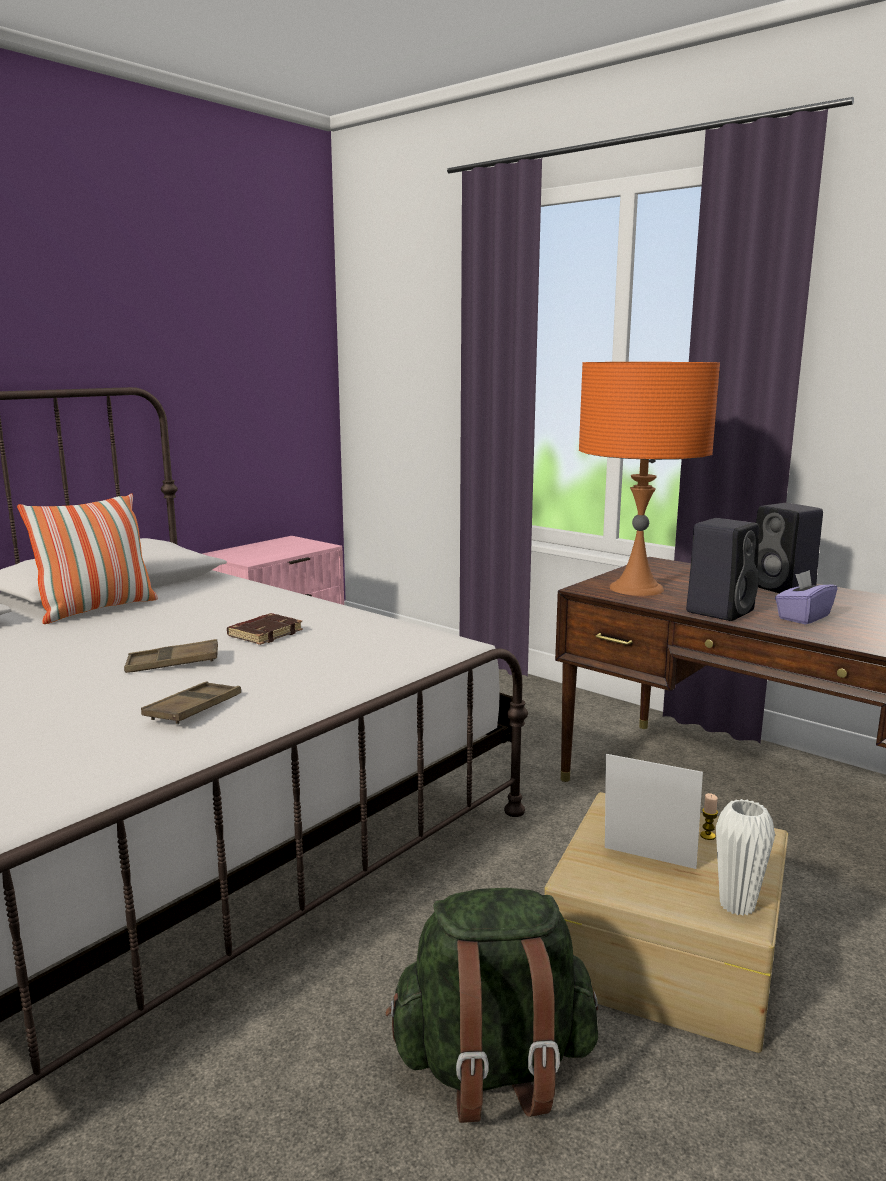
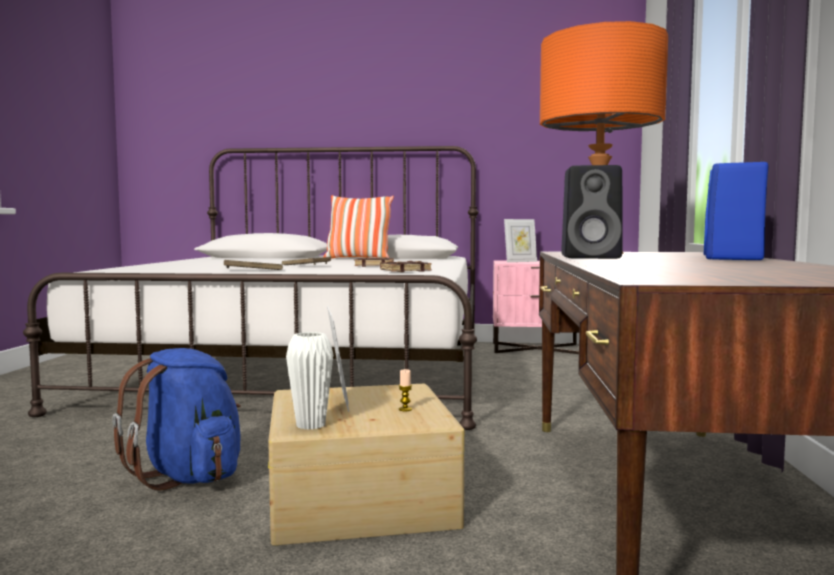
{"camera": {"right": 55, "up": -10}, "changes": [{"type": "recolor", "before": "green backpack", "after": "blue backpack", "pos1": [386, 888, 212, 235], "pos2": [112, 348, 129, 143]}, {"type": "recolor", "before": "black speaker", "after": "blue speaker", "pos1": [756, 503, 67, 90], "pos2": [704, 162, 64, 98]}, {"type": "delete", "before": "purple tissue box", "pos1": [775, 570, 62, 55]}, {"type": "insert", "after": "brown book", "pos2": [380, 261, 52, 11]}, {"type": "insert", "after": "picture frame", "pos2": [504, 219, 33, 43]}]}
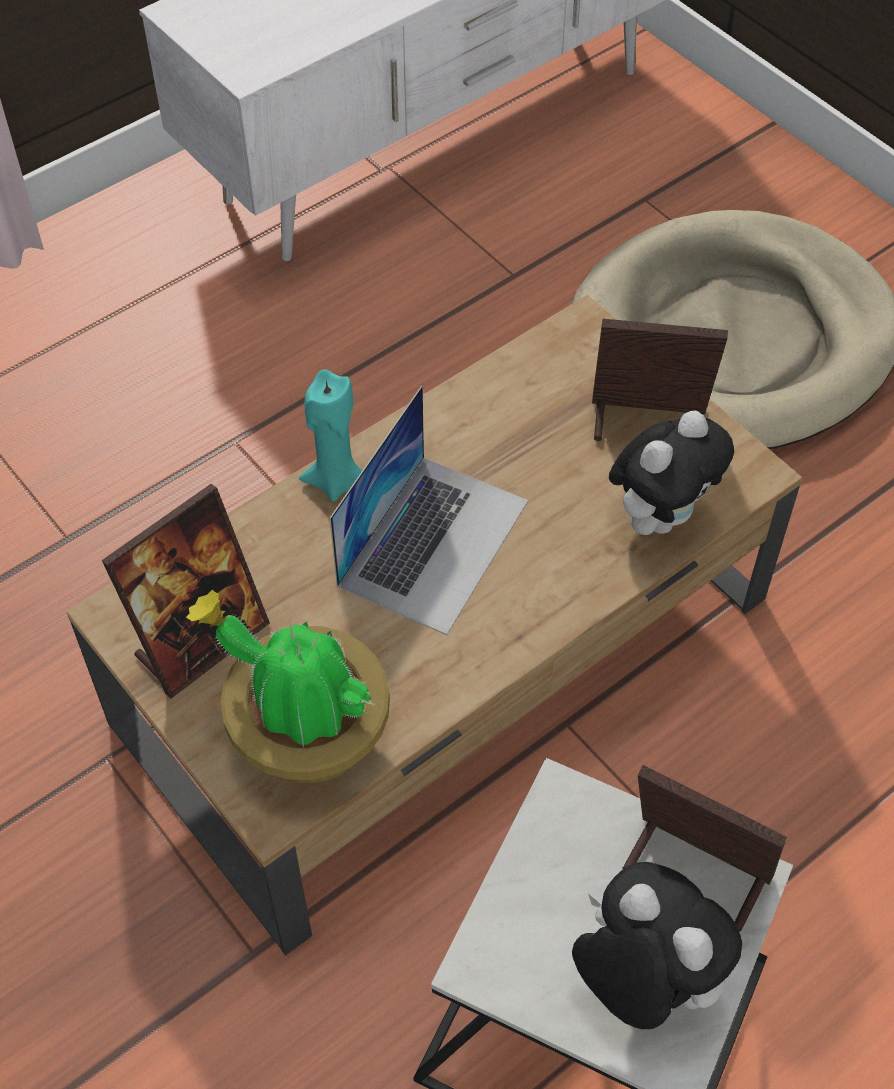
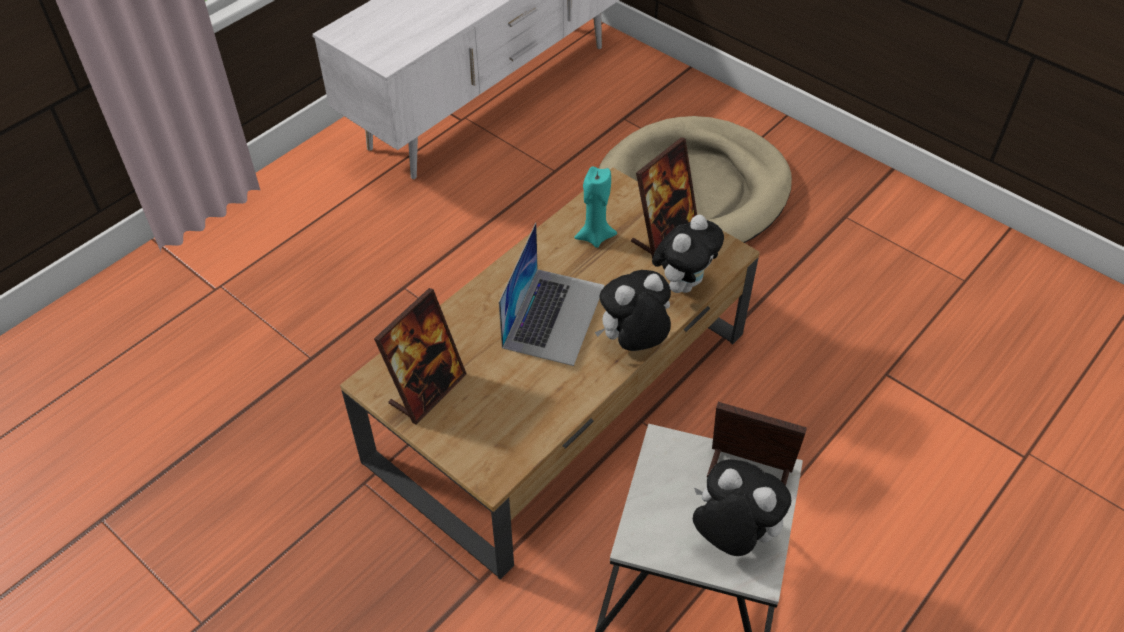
{"camera": {"right": -10, "up": -5}, "changes": [{"type": "delete", "before": "potted plant", "pos1": [186, 590, 204, 193]}, {"type": "move", "before": "turquoise candle", "pos1": [299, 369, 63, 133], "pos2": [574, 167, 43, 81]}, {"type": "rotate", "before": "picture frame", "pos1": [592, 319, 136, 122], "pos2": [631, 137, 66, 121], "turn": 135}, {"type": "insert", "after": "plush toy", "pos2": [595, 270, 76, 81]}]}
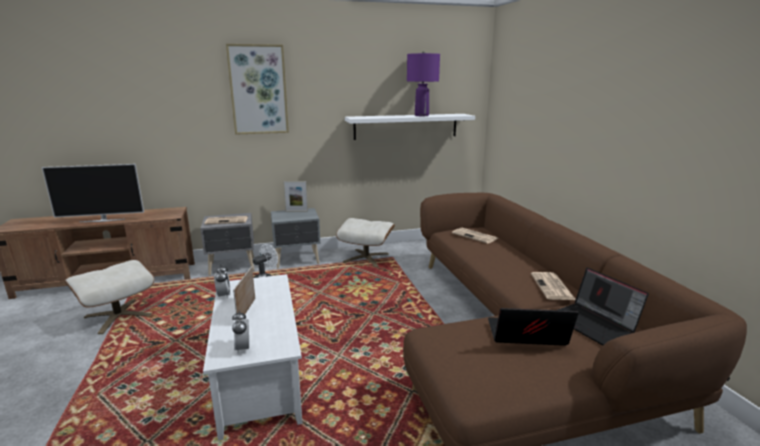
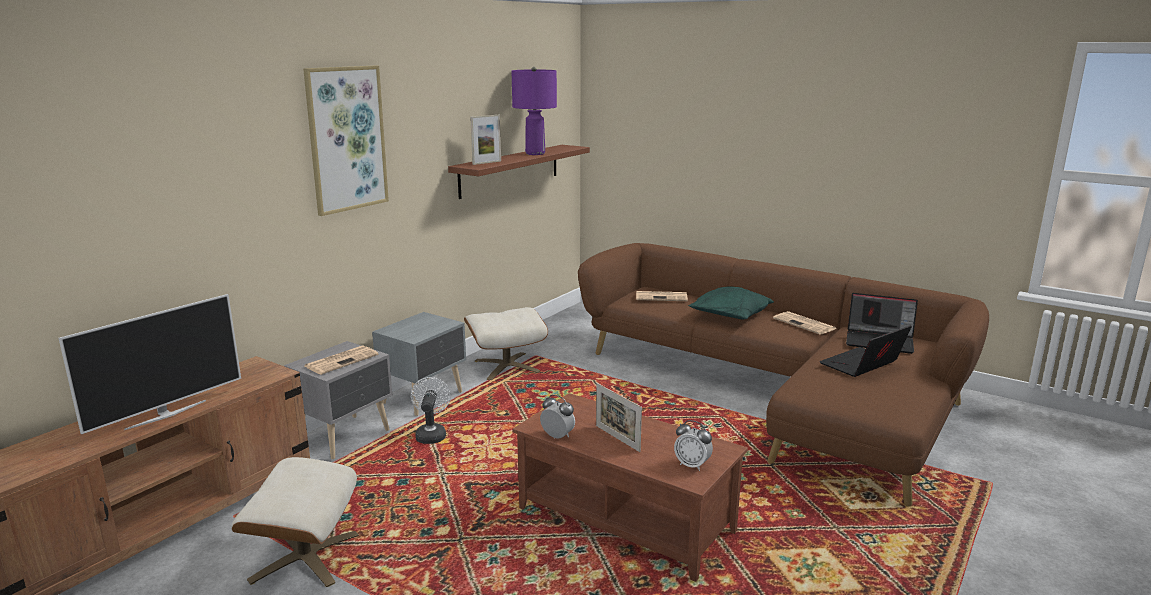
{"camera": {"right": -40, "up": 0}, "changes": [{"type": "recolor", "before": "white coffee table", "after": "brown coffee table", "pos1": [203, 274, 100, 166], "pos2": [512, 393, 236, 189]}, {"type": "move", "before": "picture frame", "pos1": [283, 181, 25, 31], "pos2": [470, 115, 31, 50]}, {"type": "recolor", "before": "white shelf", "after": "brown shelf", "pos1": [345, 114, 130, 26], "pos2": [448, 145, 142, 54]}, {"type": "insert", "after": "green pillow", "pos2": [688, 287, 86, 32]}]}
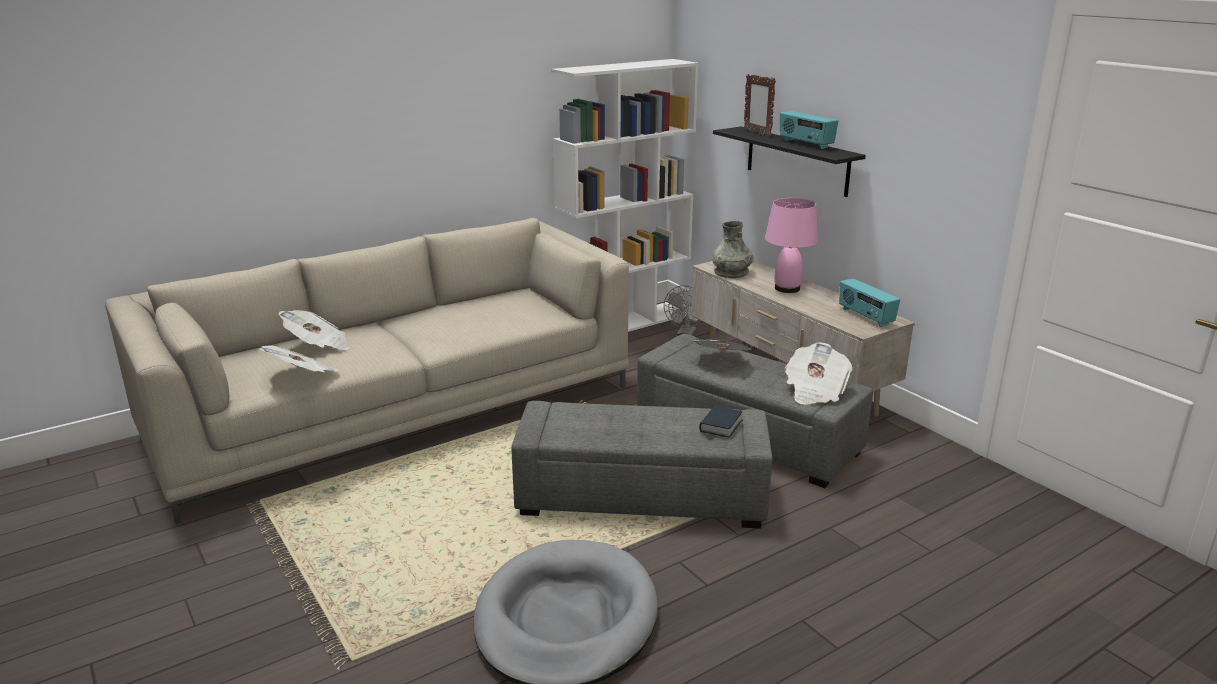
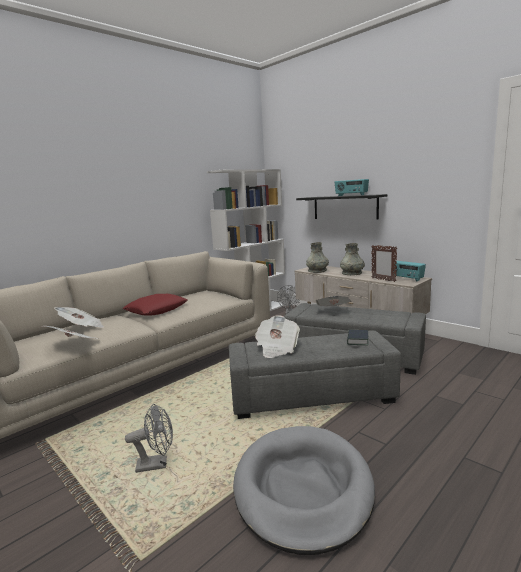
{"camera": {"right": -10, "up": -10}, "changes": [{"type": "move", "before": "picture frame", "pos1": [744, 74, 32, 63], "pos2": [371, 245, 26, 37]}, {"type": "replace", "before": "pink table lamp", "after": "grey vase", "pos1": [765, 198, 54, 95], "pos2": [340, 243, 25, 32]}, {"type": "move", "before": "newspaper", "pos1": [785, 342, 67, 63], "pos2": [255, 315, 45, 43]}, {"type": "insert", "after": "red pillow", "pos2": [123, 294, 64, 21]}, {"type": "insert", "after": "grey fan", "pos2": [125, 404, 48, 69]}]}
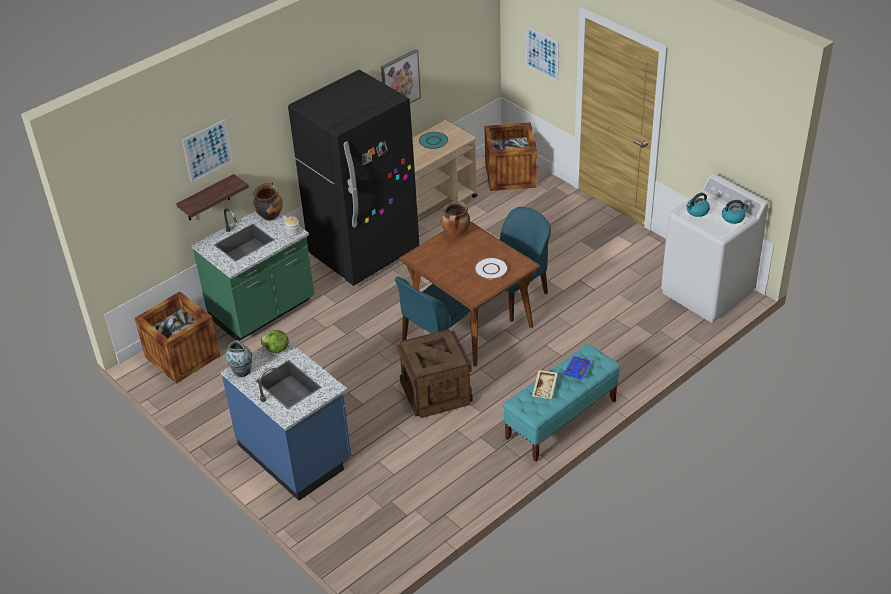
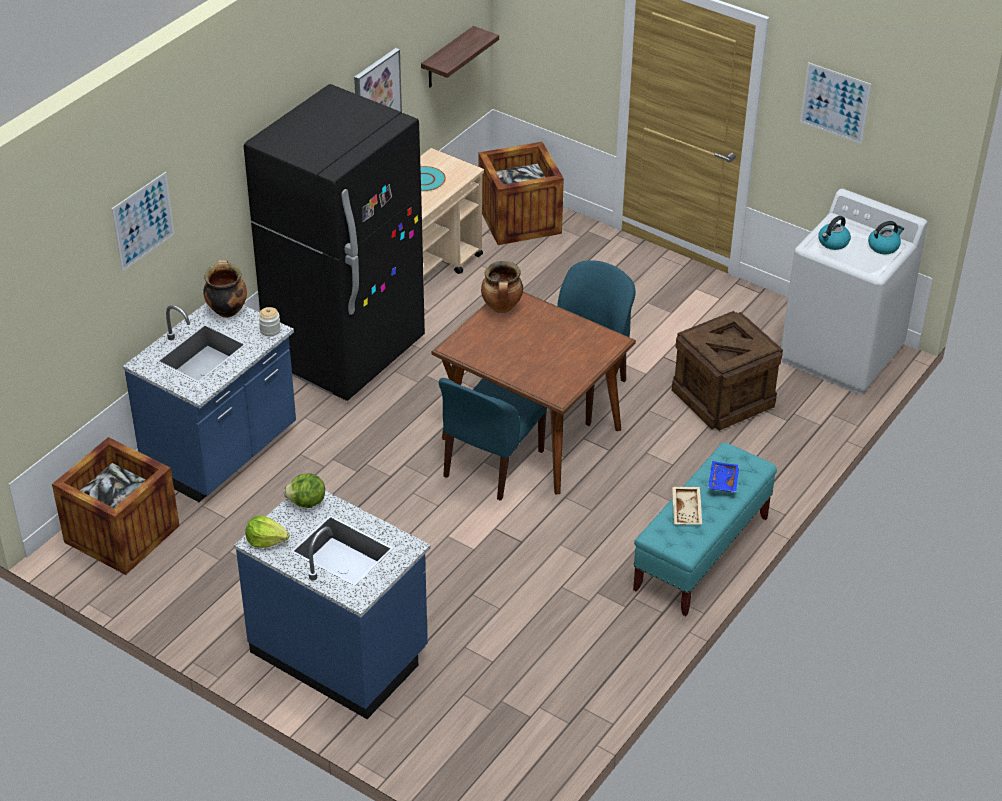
{"camera": {"right": -15, "up": 0}, "changes": [{"type": "move", "before": "shelf", "pos1": [176, 174, 73, 46], "pos2": [421, 26, 78, 62]}, {"type": "recolor", "before": "green counter", "after": "blue counter", "pos1": [191, 208, 123, 133], "pos2": [123, 303, 173, 199]}, {"type": "replace", "before": "vase", "after": "lettuce", "pos1": [226, 340, 26, 37], "pos2": [245, 515, 44, 33]}, {"type": "move", "before": "crate", "pos1": [397, 329, 76, 89], "pos2": [672, 311, 111, 120]}, {"type": "delete", "before": "white plate", "pos1": [475, 258, 33, 21]}, {"type": "move", "before": "picture", "pos1": [526, 26, 33, 56], "pos2": [800, 62, 72, 82]}]}
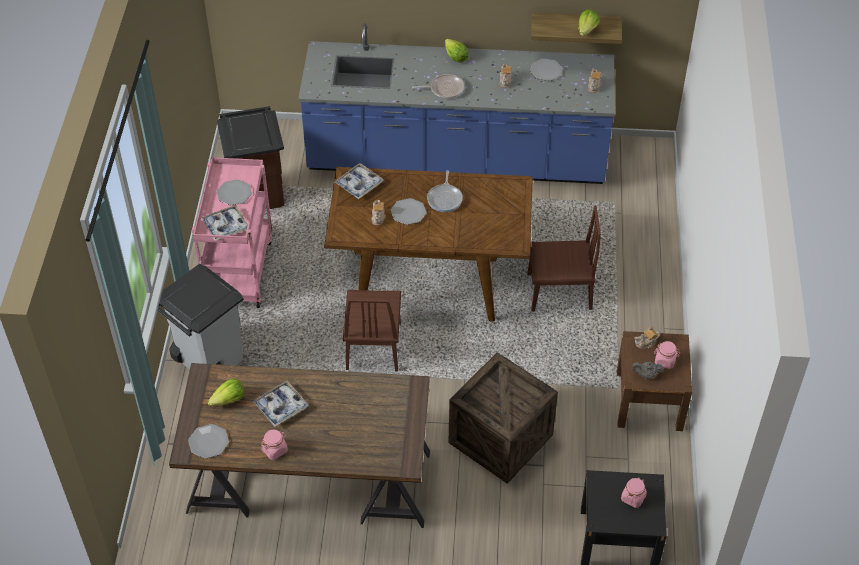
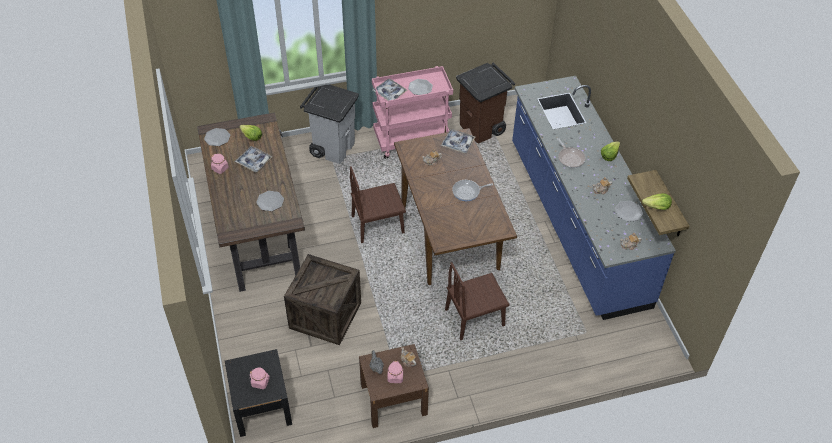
{"camera": {"right": 70, "up": 0}, "changes": [{"type": "move", "before": "plate", "pos1": [391, 198, 36, 27], "pos2": [256, 191, 28, 20]}, {"type": "rotate", "before": "brown chair", "pos1": [527, 206, 74, 105], "pos2": [445, 262, 65, 78], "turn": 90}]}
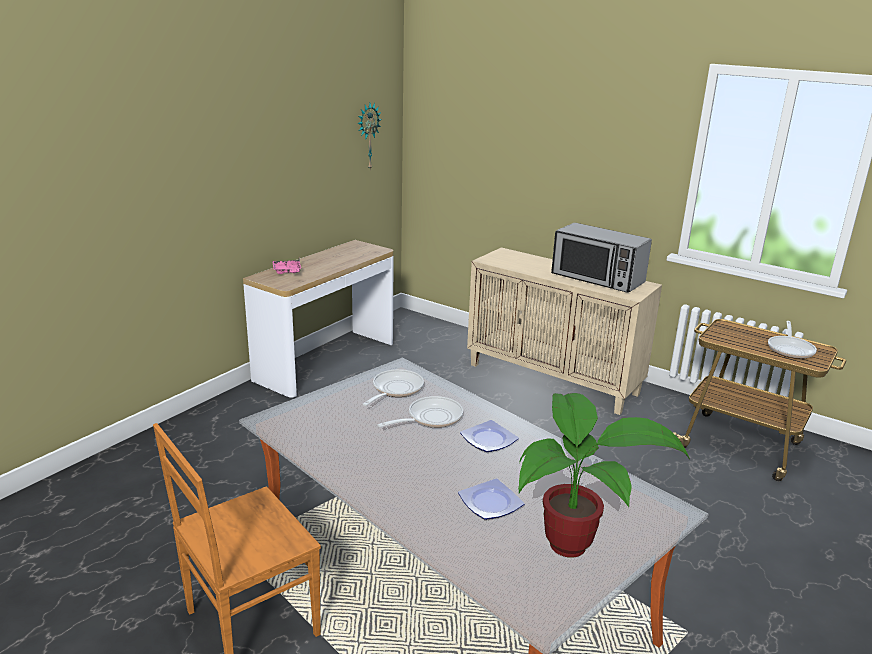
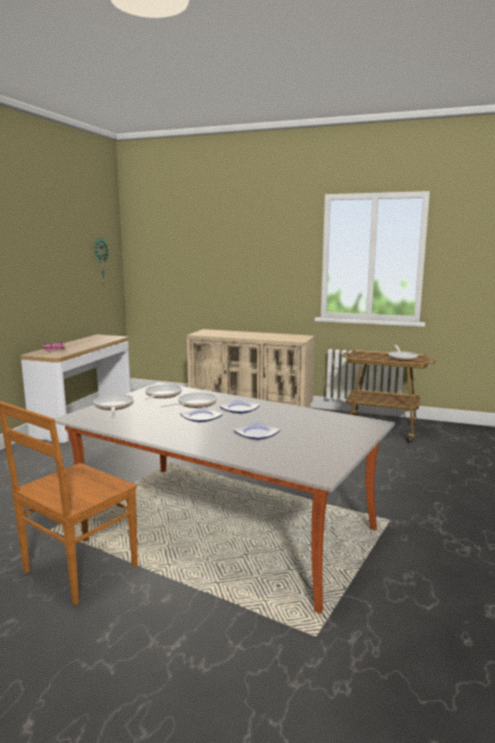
{"camera": {"right": -15, "up": -10}, "changes": [{"type": "delete", "before": "potted plant", "pos1": [518, 393, 172, 165]}, {"type": "delete", "before": "microwave", "pos1": [551, 223, 101, 70]}, {"type": "insert", "after": "frying pan", "pos2": [94, 394, 40, 19]}, {"type": "insert", "after": "plate", "pos2": [180, 407, 43, 15]}]}
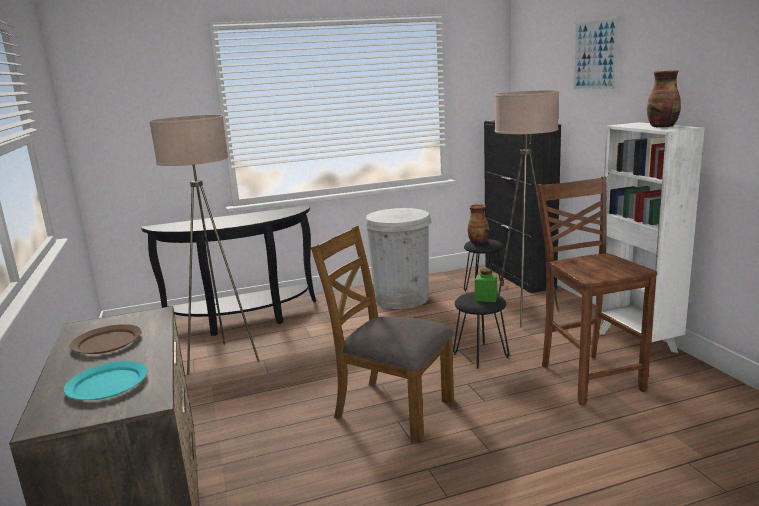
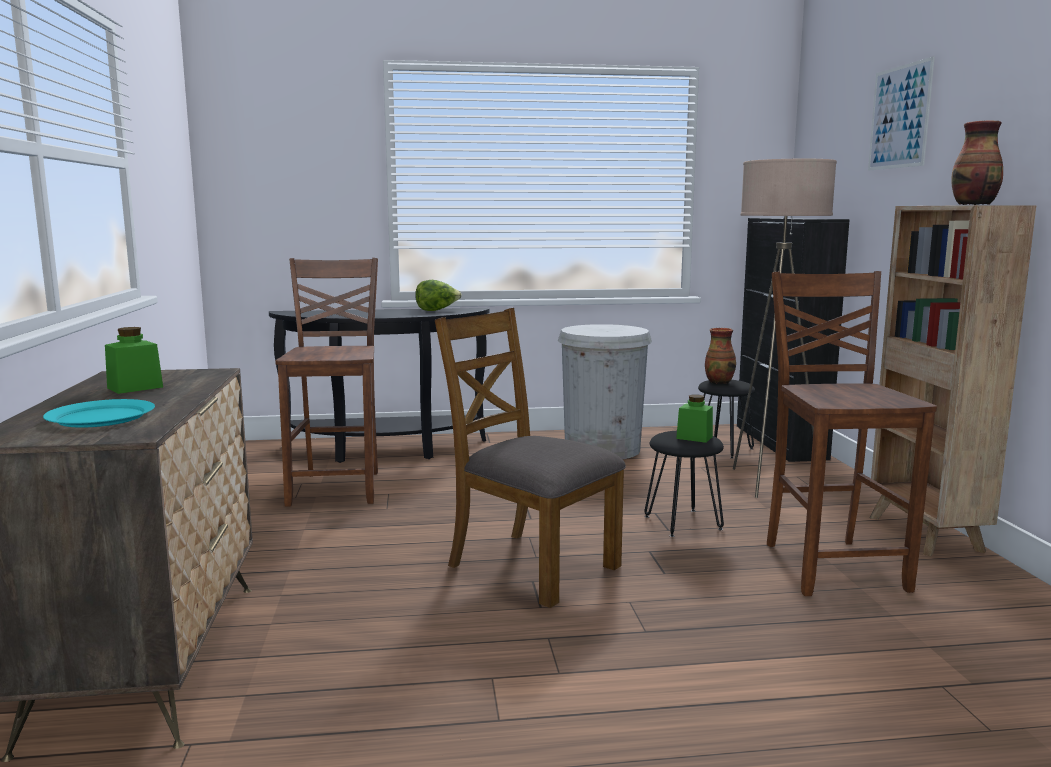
{"camera": {"right": 10, "up": -5}, "changes": [{"type": "replace", "before": "brown plate", "after": "green jar", "pos1": [70, 324, 72, 30], "pos2": [105, 327, 58, 67]}, {"type": "replace", "before": "beige floor lamp", "after": "brown chair", "pos1": [149, 115, 111, 260], "pos2": [275, 258, 103, 248]}, {"type": "recolor", "before": "white bookcase", "after": "brown bookcase", "pos1": [599, 122, 106, 231], "pos2": [869, 205, 167, 351]}, {"type": "insert", "after": "lettuce", "pos2": [415, 280, 47, 31]}]}
